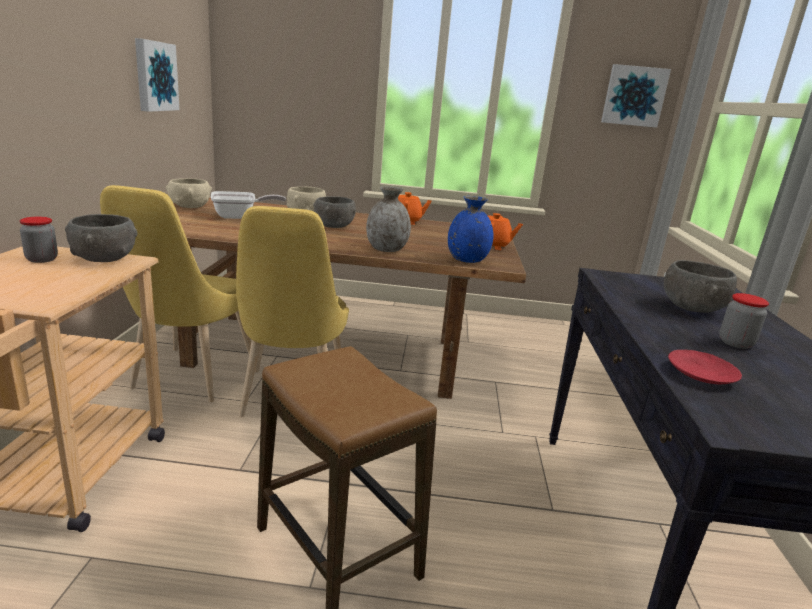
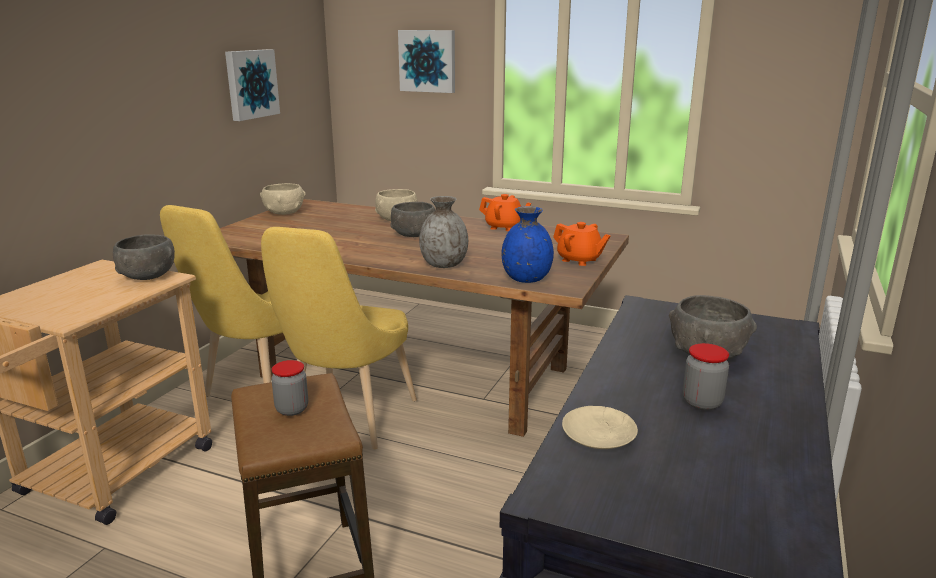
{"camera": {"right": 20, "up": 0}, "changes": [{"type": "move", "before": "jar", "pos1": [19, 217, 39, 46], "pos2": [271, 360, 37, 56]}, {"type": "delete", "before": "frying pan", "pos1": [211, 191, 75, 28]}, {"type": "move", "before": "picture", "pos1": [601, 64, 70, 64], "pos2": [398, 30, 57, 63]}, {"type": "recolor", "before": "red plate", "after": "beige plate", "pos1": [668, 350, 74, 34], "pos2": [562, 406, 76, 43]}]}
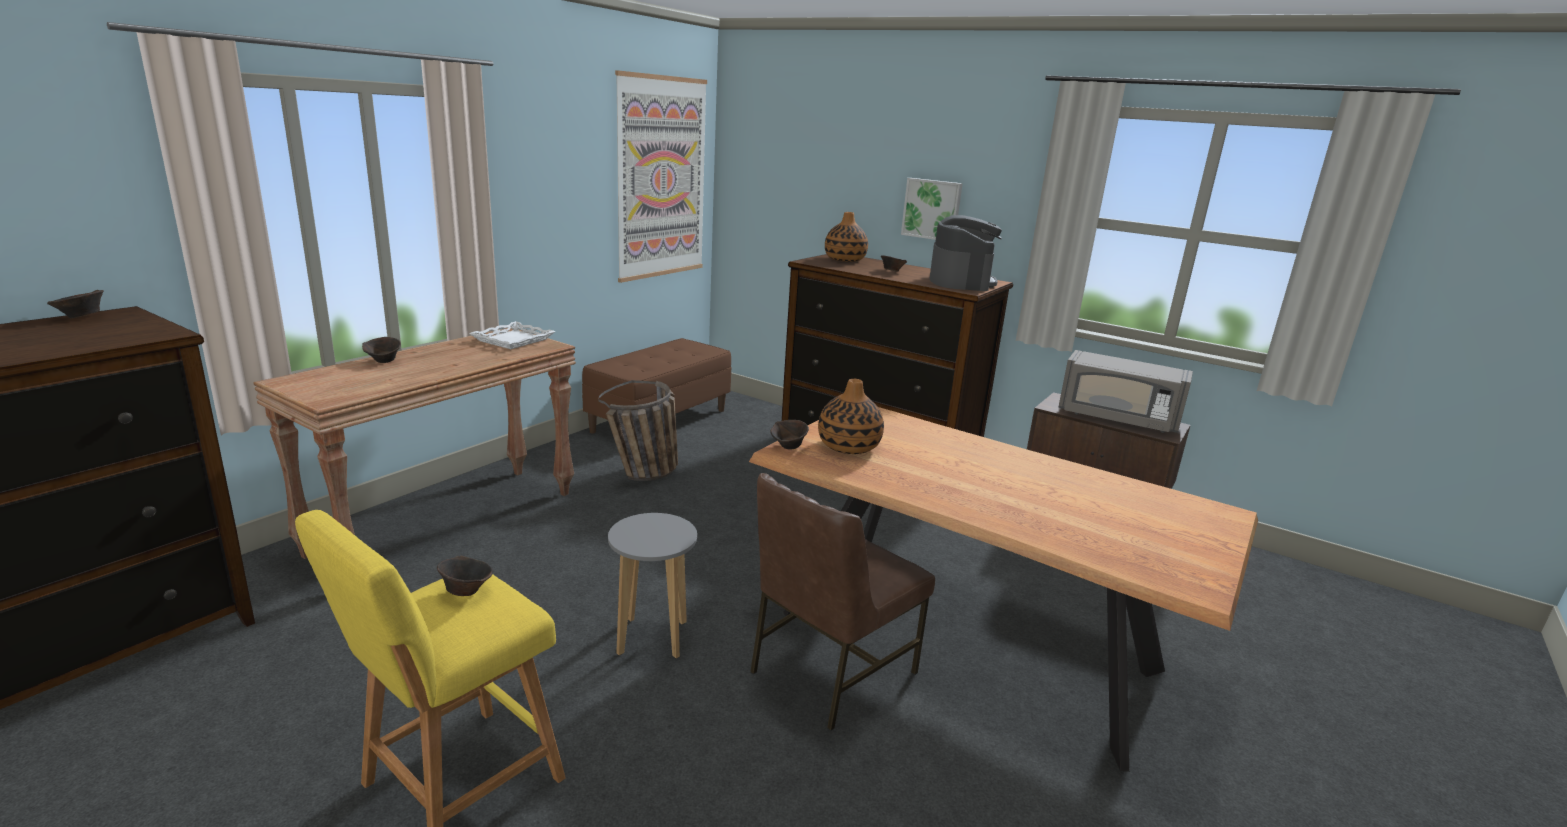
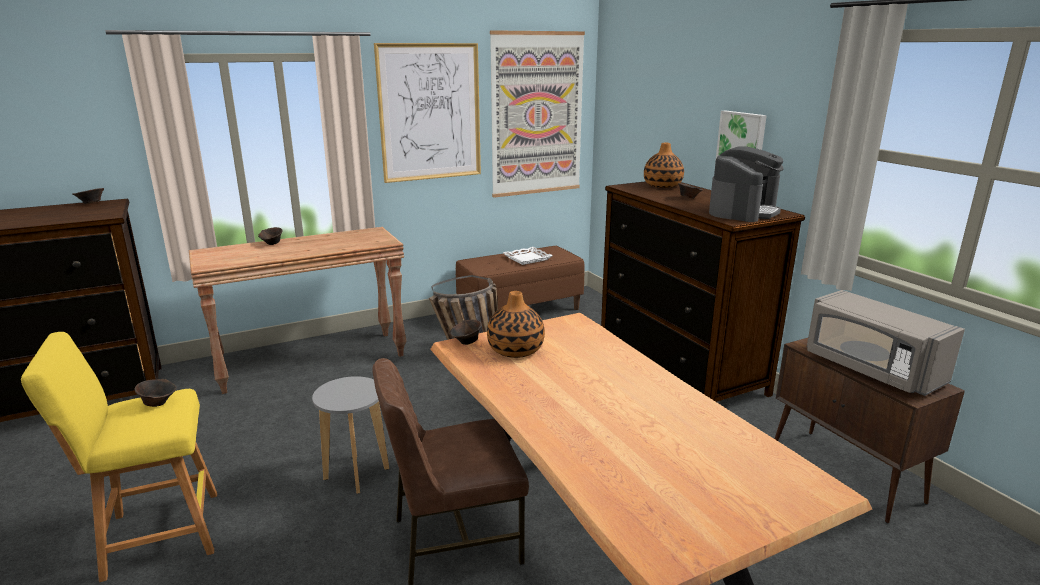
{"camera": {"right": 30, "up": 0}, "changes": [{"type": "move", "before": "white tray", "pos1": [469, 321, 86, 28], "pos2": [503, 247, 50, 18]}, {"type": "insert", "after": "picture", "pos2": [374, 43, 107, 140]}]}
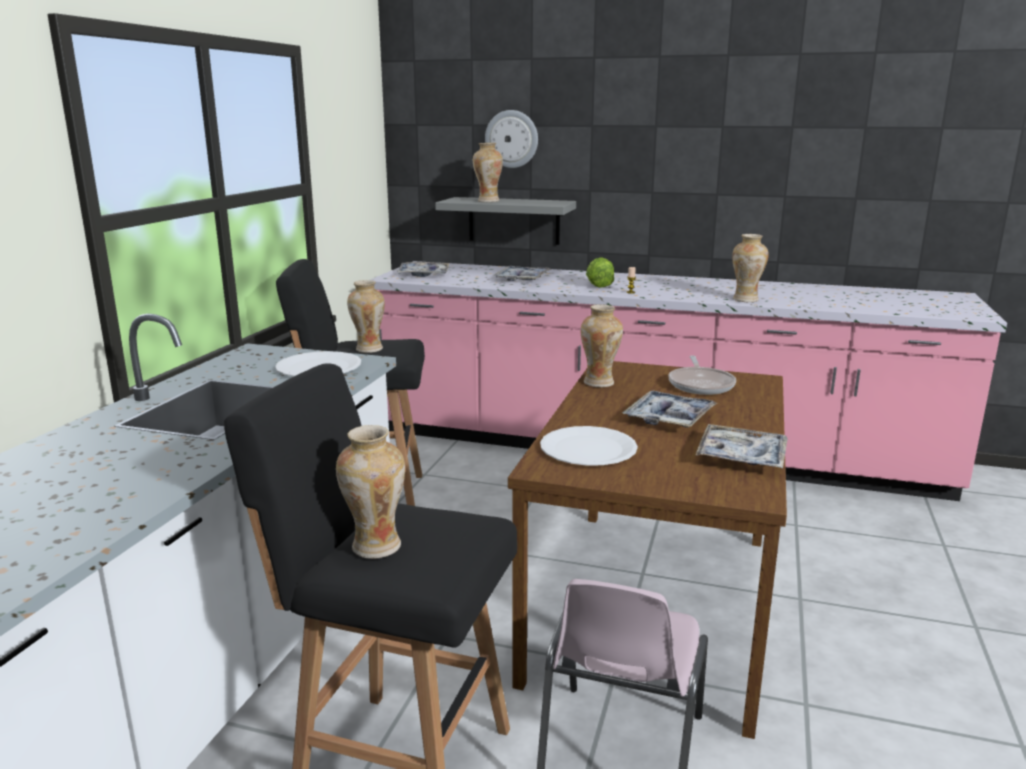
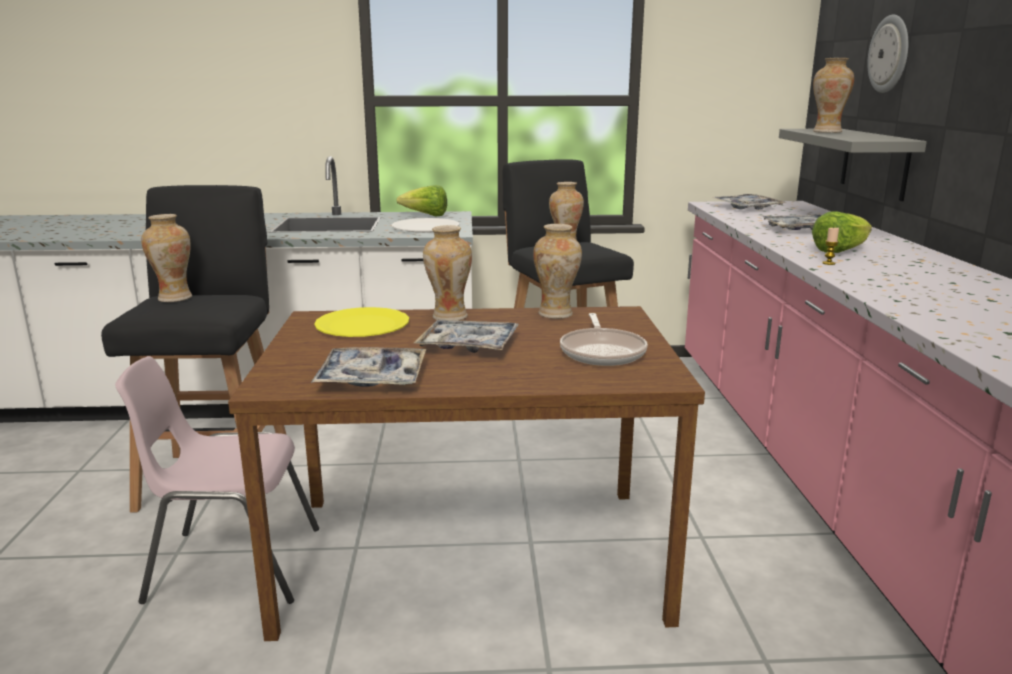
{"camera": {"right": 70, "up": 0}, "changes": [{"type": "recolor", "before": "white plate", "after": "yellow plate", "pos1": [540, 426, 98, 40], "pos2": [314, 307, 95, 30]}, {"type": "rotate", "before": "frying pan", "pos1": [669, 356, 67, 39], "pos2": [560, 313, 88, 53], "turn": -75}, {"type": "move", "before": "vase", "pos1": [732, 234, 37, 68], "pos2": [423, 225, 49, 96]}, {"type": "insert", "after": "lettuce", "pos2": [396, 185, 51, 31]}]}
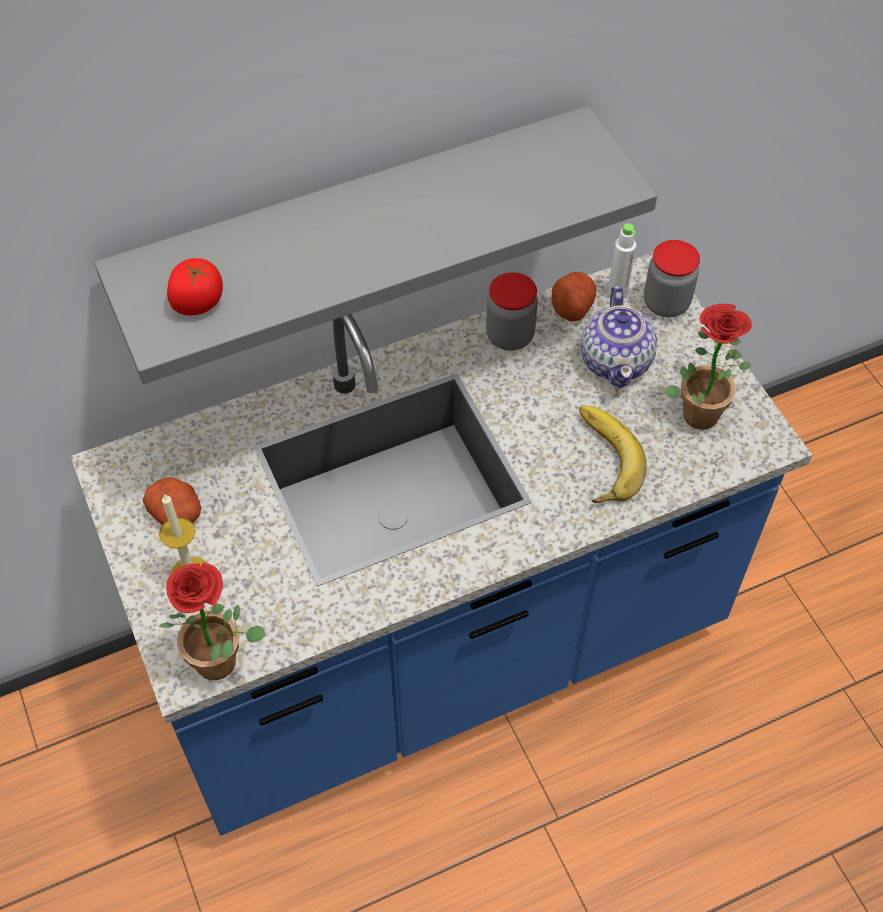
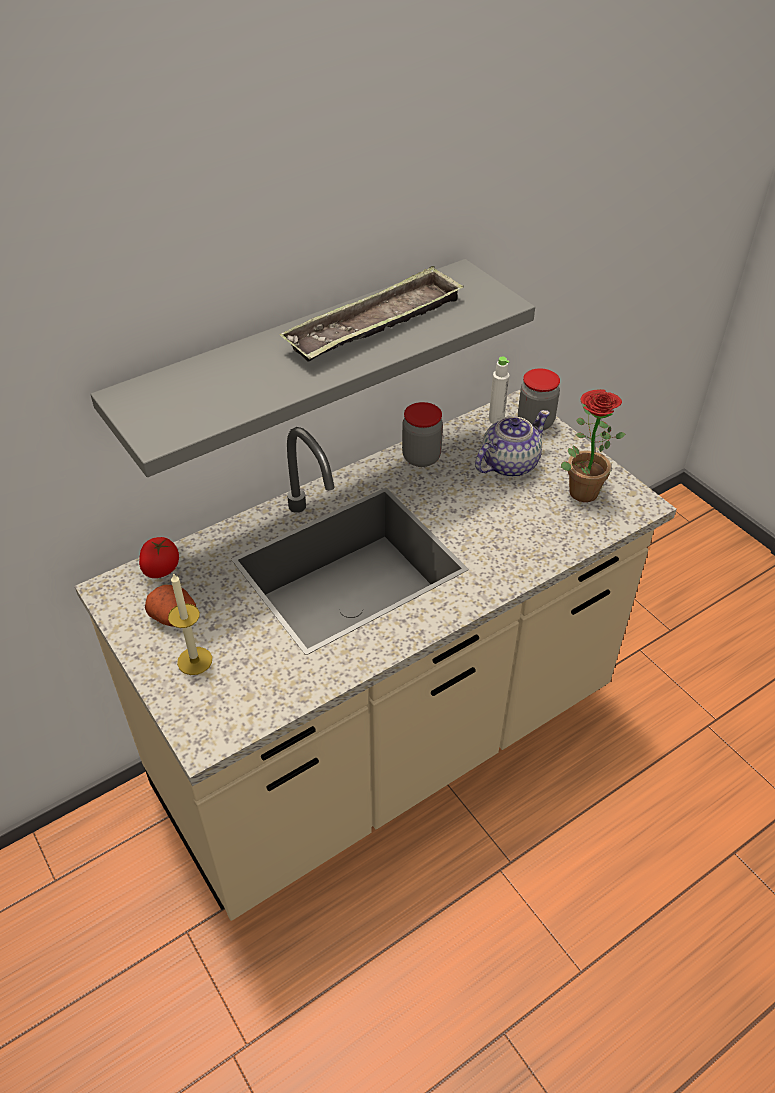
{"camera": {"right": -10, "up": -10}, "changes": [{"type": "recolor", "before": "blue counter", "after": "beige counter", "pos1": [70, 252, 742, 584], "pos2": [75, 389, 602, 532]}, {"type": "delete", "before": "potted plant", "pos1": [159, 562, 107, 118]}, {"type": "move", "before": "tomato", "pos1": [167, 258, 56, 57], "pos2": [139, 537, 40, 41]}, {"type": "delete", "before": "potato", "pos1": [552, 272, 44, 50]}, {"type": "delete", "before": "banana", "pos1": [579, 406, 68, 97]}, {"type": "rotate", "before": "teapot", "pos1": [581, 286, 76, 102], "pos2": [475, 410, 75, 67], "turn": -120}, {"type": "insert", "after": "tray", "pos2": [279, 266, 185, 96]}]}
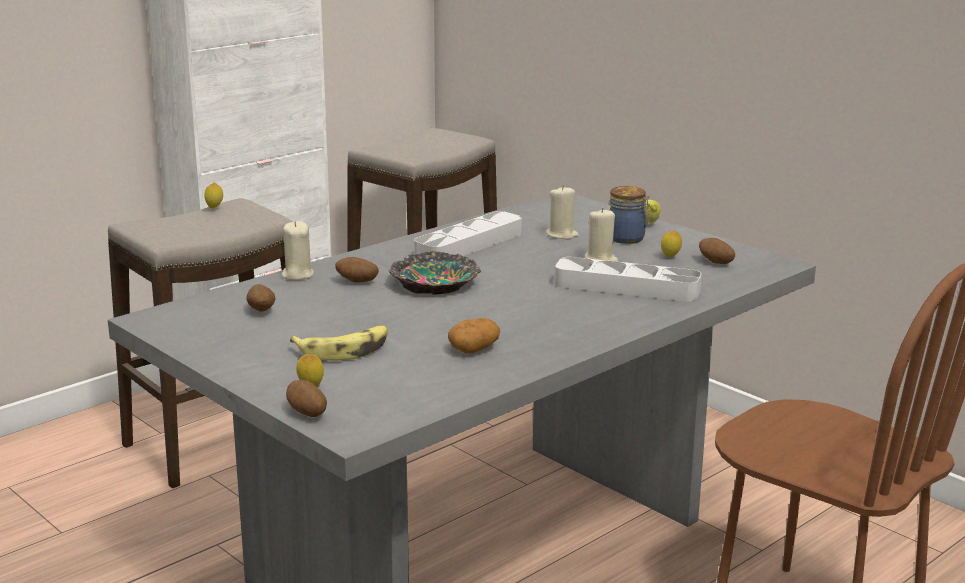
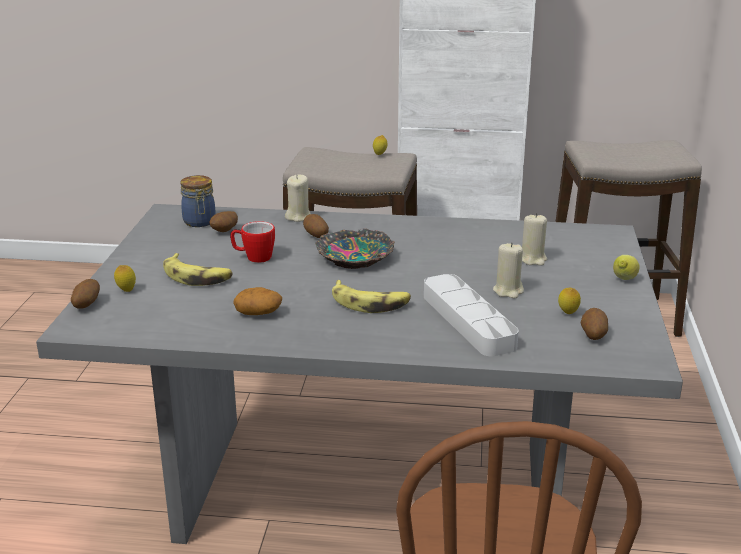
{"camera": {"right": 50, "up": 5}, "changes": [{"type": "delete", "before": "grey tray", "pos1": [414, 211, 108, 51]}, {"type": "move", "before": "jar", "pos1": [609, 186, 41, 58], "pos2": [180, 175, 36, 52]}, {"type": "insert", "after": "mug", "pos2": [230, 221, 45, 42]}, {"type": "insert", "after": "banana", "pos2": [332, 280, 79, 33]}]}
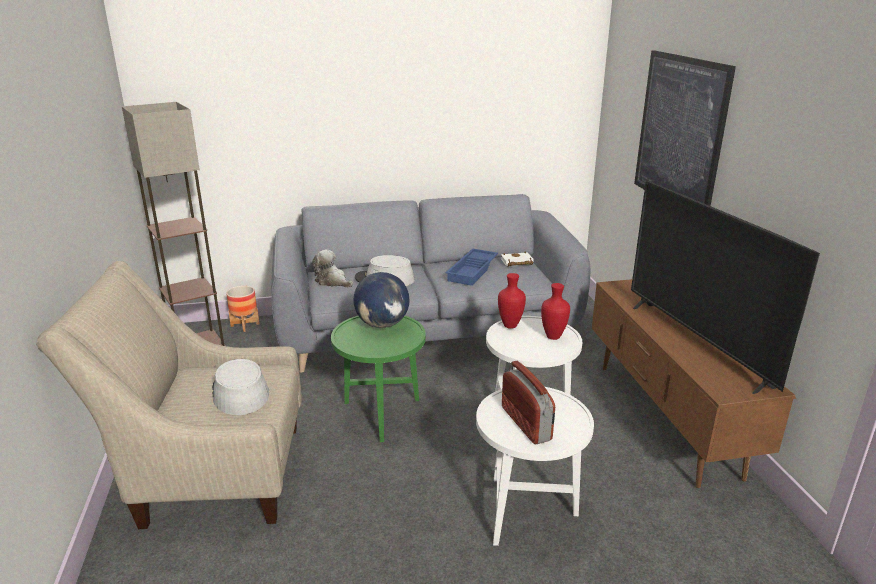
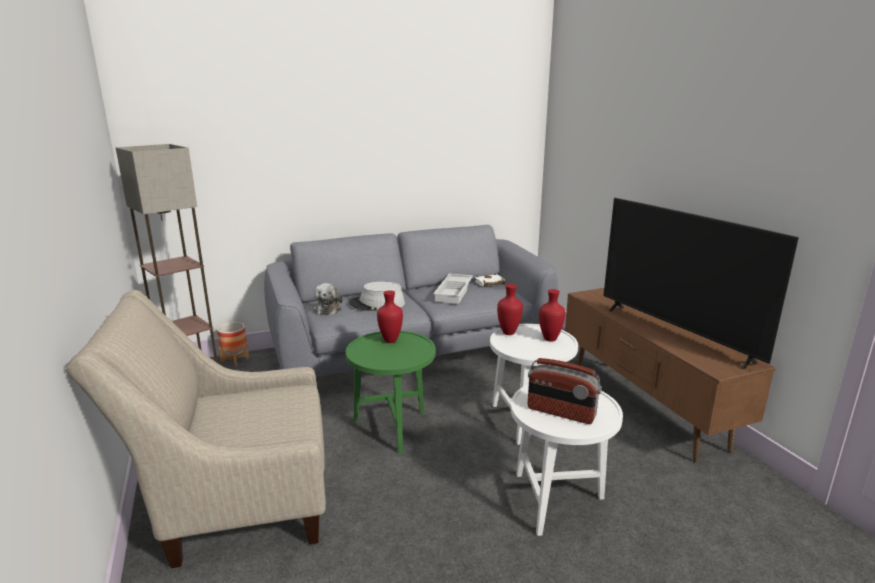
{"camera": {"right": -10, "up": -5}, "changes": [{"type": "delete", "before": "grey hat", "pos1": [212, 359, 57, 56]}, {"type": "rotate", "before": "plush toy", "pos1": [312, 250, 41, 37], "pos2": [313, 283, 30, 32], "turn": -120}, {"type": "replace", "before": "globe", "after": "red vase", "pos1": [354, 272, 56, 56], "pos2": [377, 290, 26, 53]}, {"type": "recolor", "before": "blue tray", "after": "white tray", "pos1": [446, 249, 52, 37], "pos2": [433, 274, 40, 30]}, {"type": "rotate", "before": "radio", "pos1": [502, 361, 53, 83], "pos2": [528, 358, 74, 66], "turn": 150}, {"type": "delete", "before": "picture", "pos1": [634, 50, 102, 156]}]}
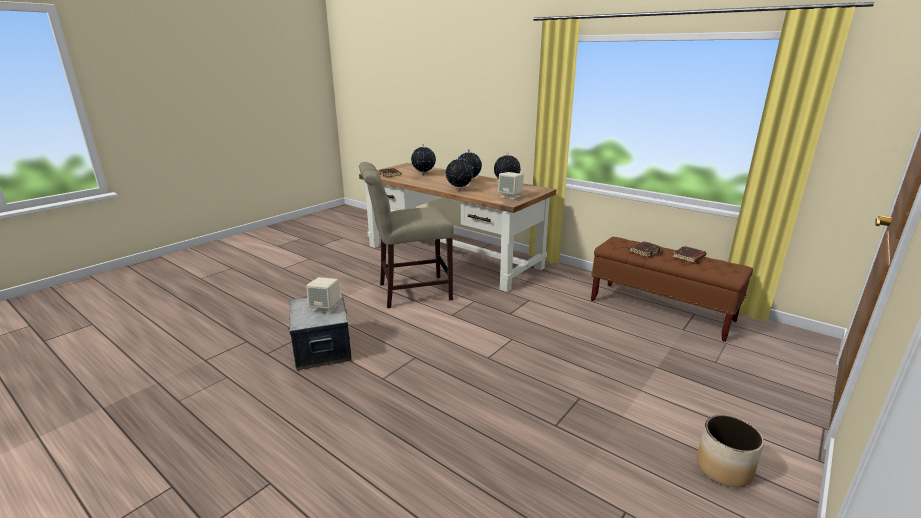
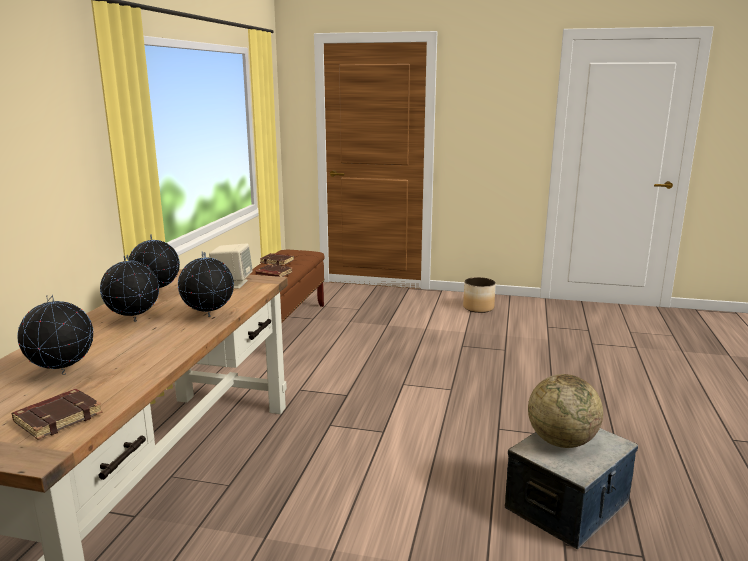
{"camera": {"right": -115, "up": -5}, "changes": [{"type": "replace", "before": "beige speaker", "after": "globe", "pos1": [306, 277, 34, 36], "pos2": [528, 374, 75, 74]}, {"type": "delete", "before": "beige chair", "pos1": [359, 162, 95, 146]}]}
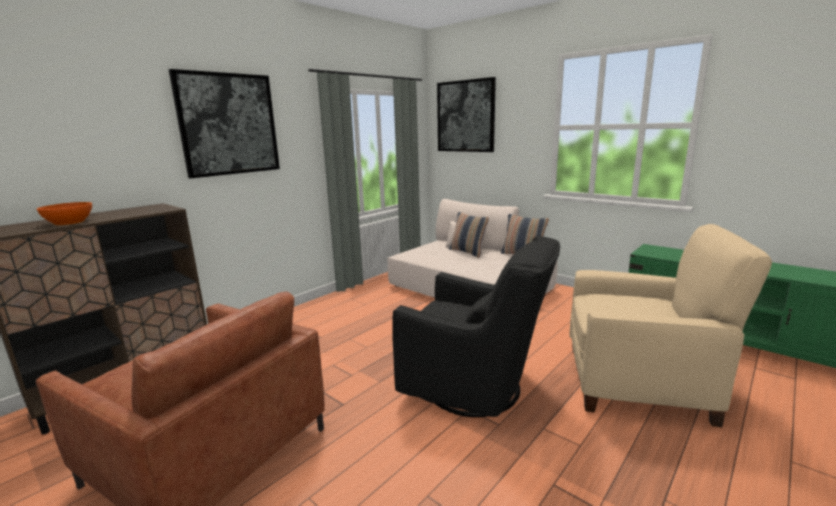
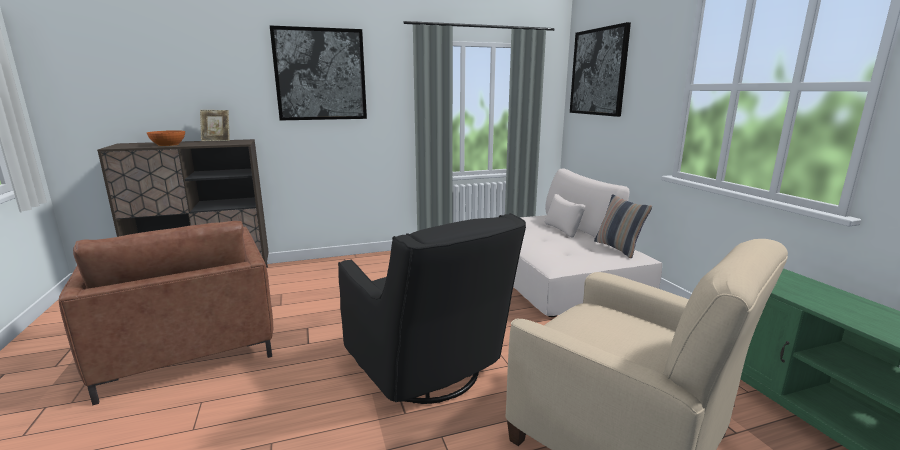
{"camera": {"right": 30, "up": 0}, "changes": [{"type": "delete", "before": "pillow", "pos1": [449, 212, 40, 46]}, {"type": "insert", "after": "picture frame", "pos2": [200, 110, 30, 31]}]}
